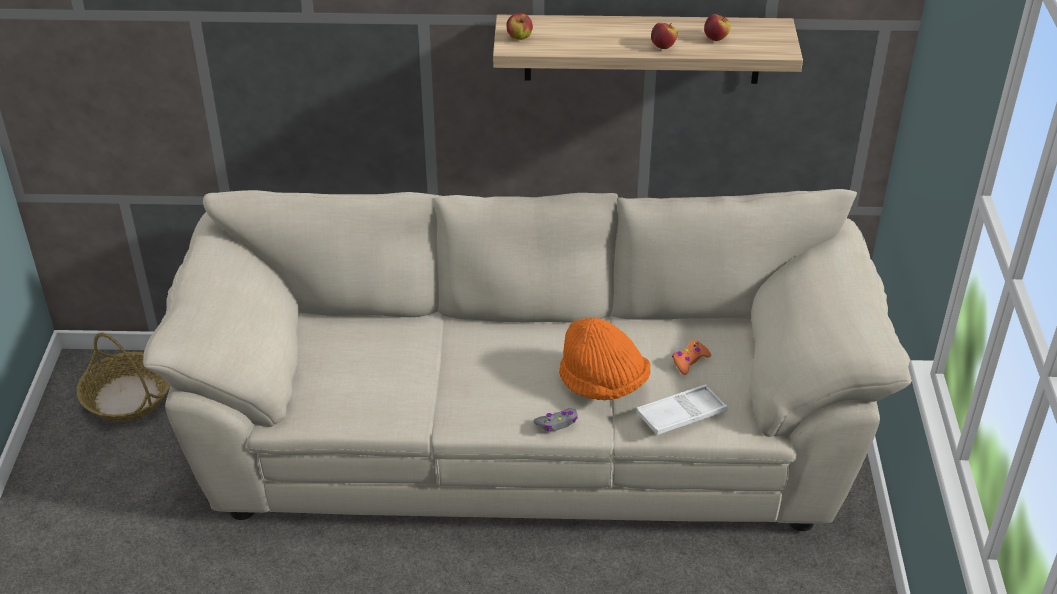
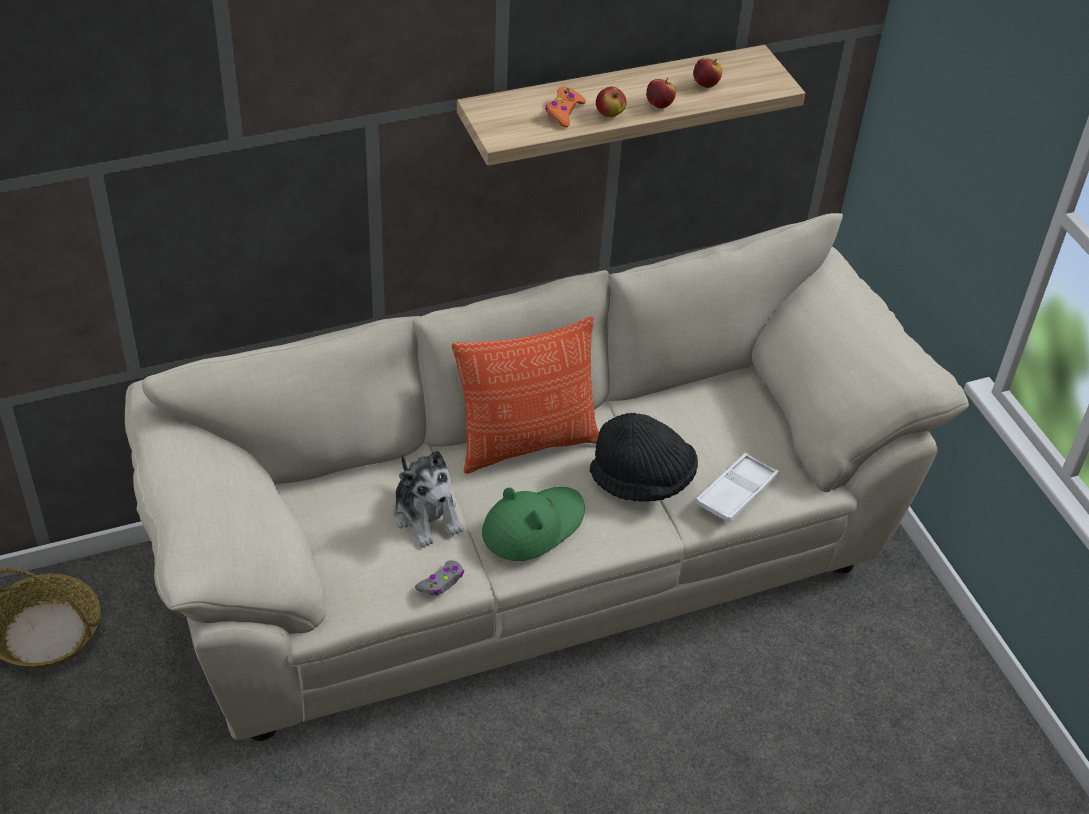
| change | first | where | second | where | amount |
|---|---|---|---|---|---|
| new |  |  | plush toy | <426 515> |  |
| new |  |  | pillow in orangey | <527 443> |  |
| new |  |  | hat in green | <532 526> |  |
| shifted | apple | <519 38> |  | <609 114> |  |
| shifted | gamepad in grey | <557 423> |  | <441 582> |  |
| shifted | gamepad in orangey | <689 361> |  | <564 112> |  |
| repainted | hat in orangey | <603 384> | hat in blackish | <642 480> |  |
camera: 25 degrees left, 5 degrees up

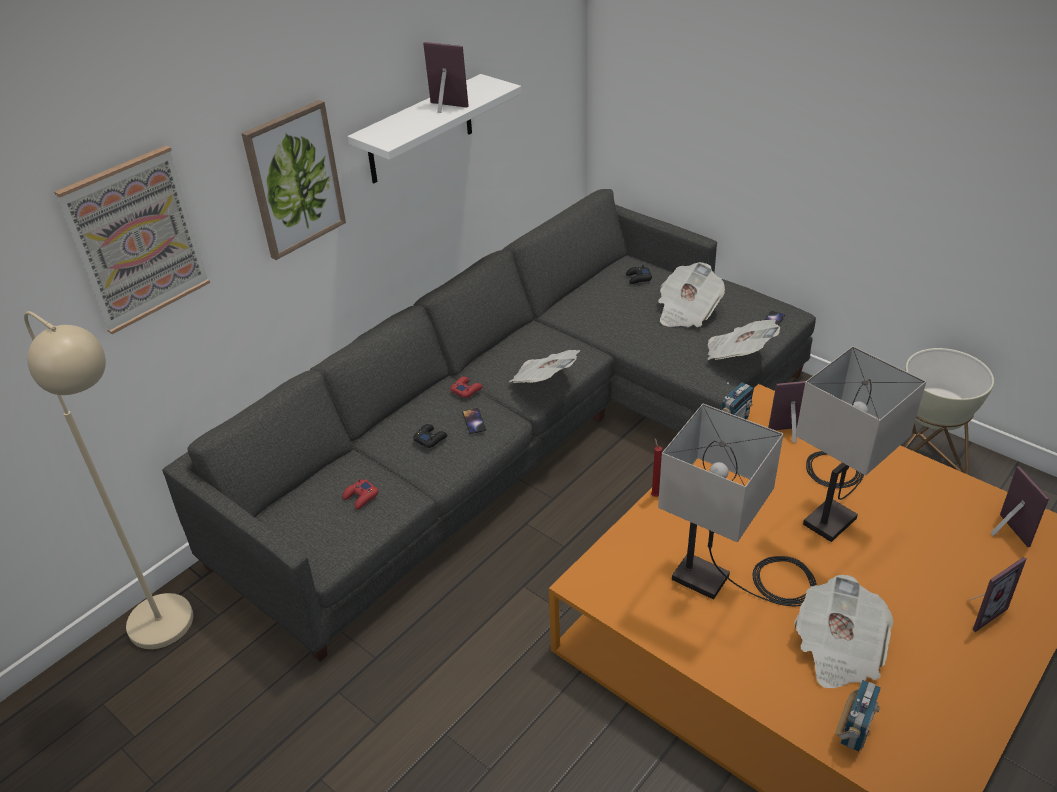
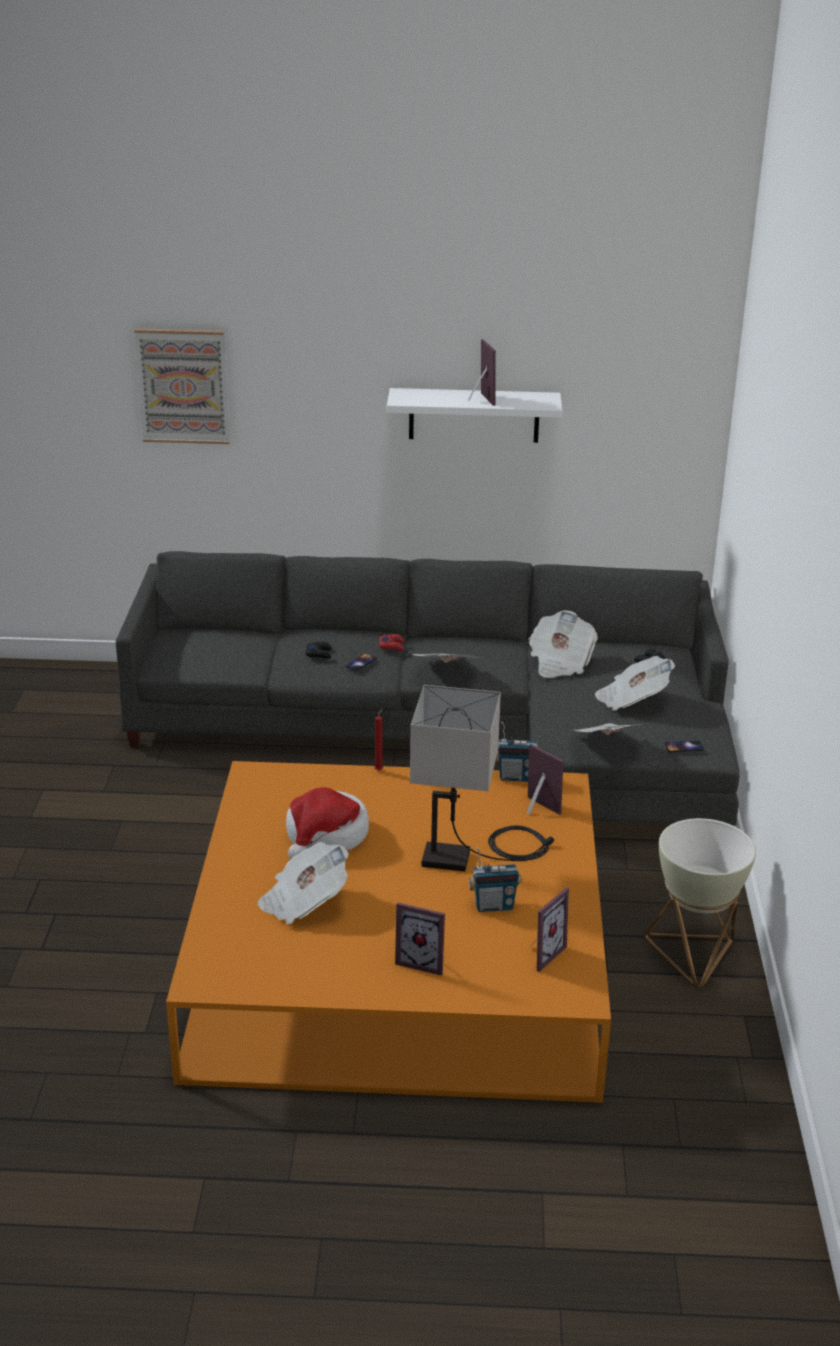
| change | first | where | second | where | amount |
|---|---|---|---|---|---|
| gone | standard lamp in beige-coloured | <173 633> |  |  |  |
| gone | picture | <294 180> |  |  |  |
| gone | gamepad in red-coloured | <361 497> |  |  |  |
| new |  |  | printed paper | <560 662> |  |
| shifted | radio | <854 731> |  | <493 906> |  |
| swapped | tabletop lamp | <736 581> | hat | <325 836> |  |
camera: 50 degrees right, 10 degrees down

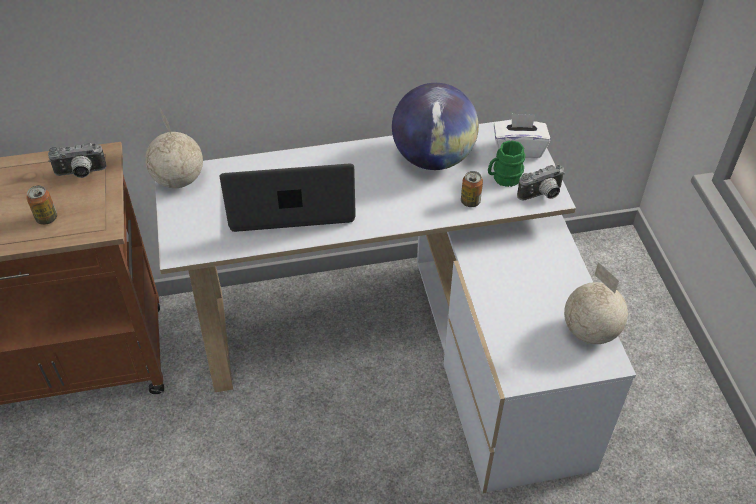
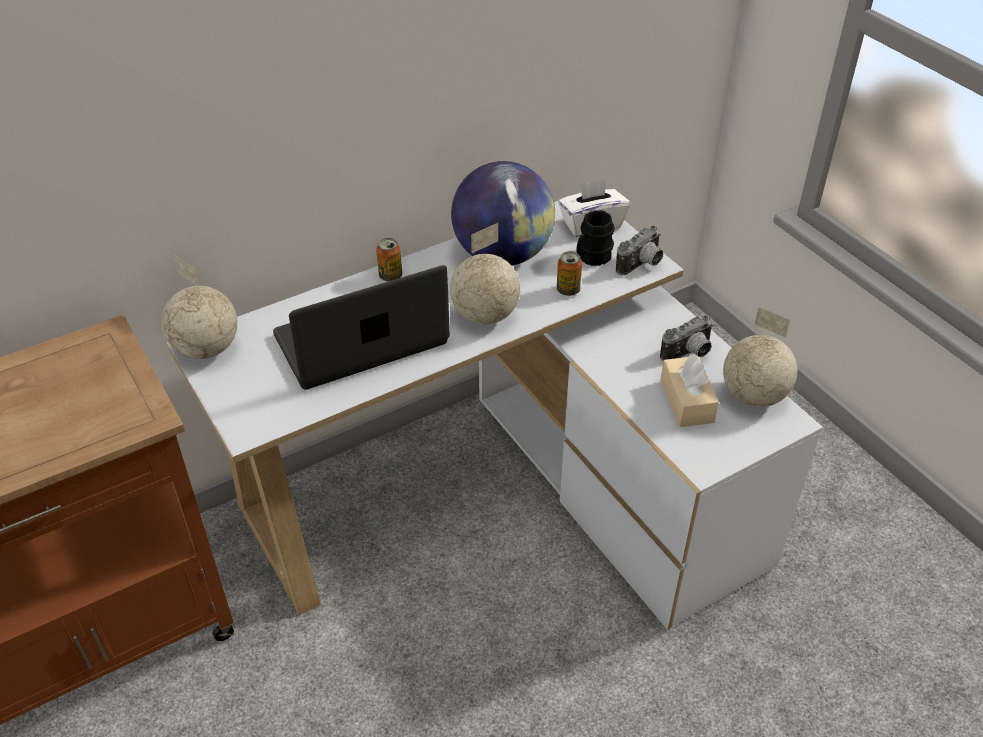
| change | first | where | second | where | amount |
|---|---|---|---|---|---|
| new |  |  | world globe | <486 316> |  |
| new |  |  | tissue box in beige-coloured | <686 401> |  |
| shifted | sealed can | <47 218> |  | <390 276> |  |
| shifted | still camera | <80 173> |  | <689 354> |  |
| repainted | coffee mug in green | <503 178> | coffee mug in blackish | <591 257> |  |
camera: 20 degrees left, 5 degrees down

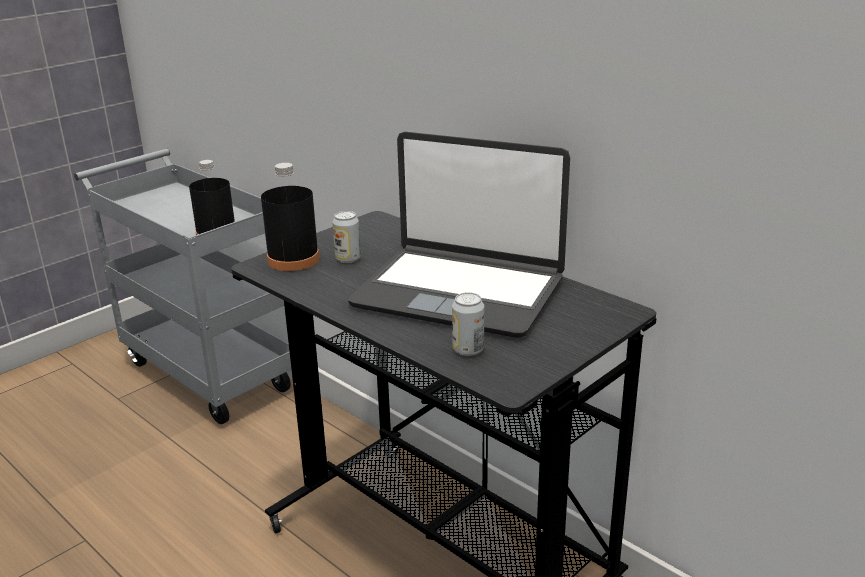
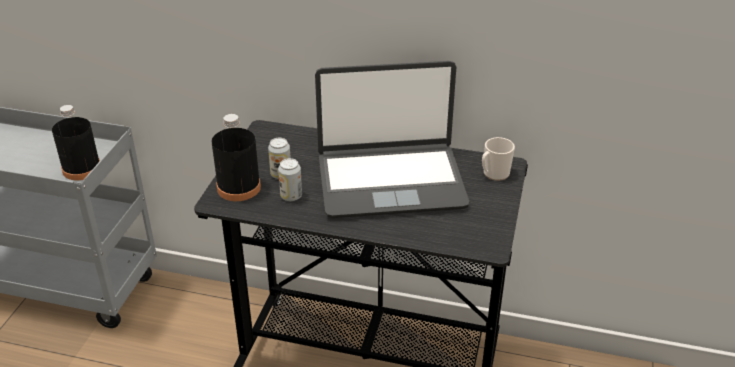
| change | first | where | second | where | amount |
|---|---|---|---|---|---|
| new |  |  | coffee mug | <494 174> |  |
| shifted | sealed can | <468 350> |  | <291 196> |  |
camera: 30 degrees left, 10 degrees up

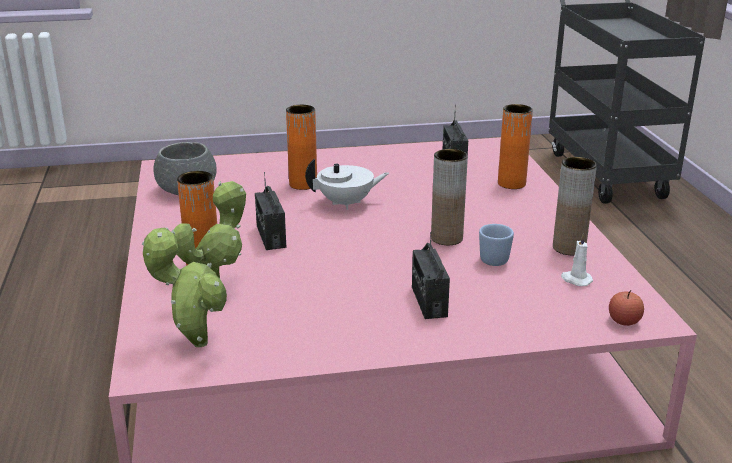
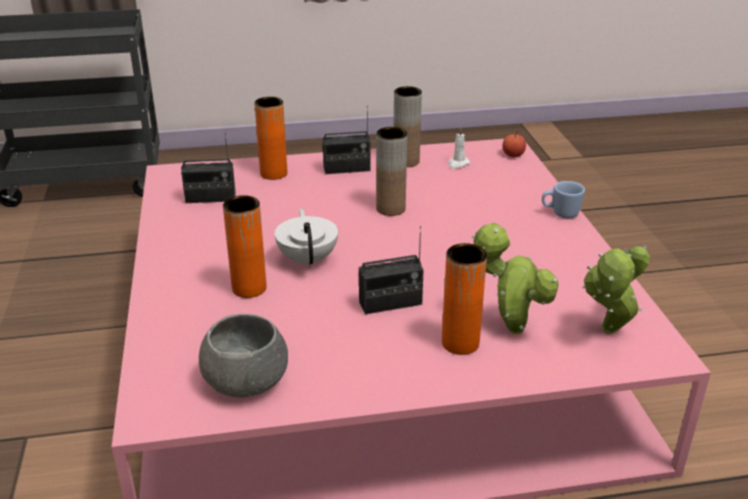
| change | first | where | second | where | amount |
|---|---|---|---|---|---|
| shifted | radio | <428 302> |  | <346 169> |  |
| shifted | coffee mug in blue | <494 258> |  | <560 214> |  |
camera: 90 degrees left, 5 degrees up

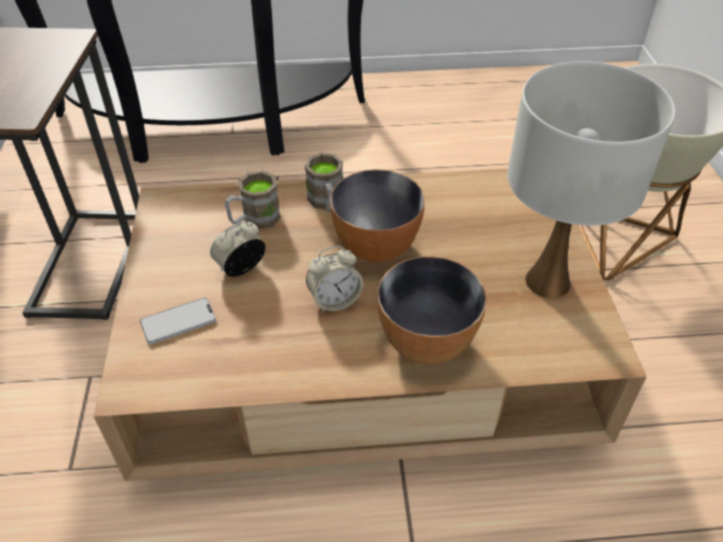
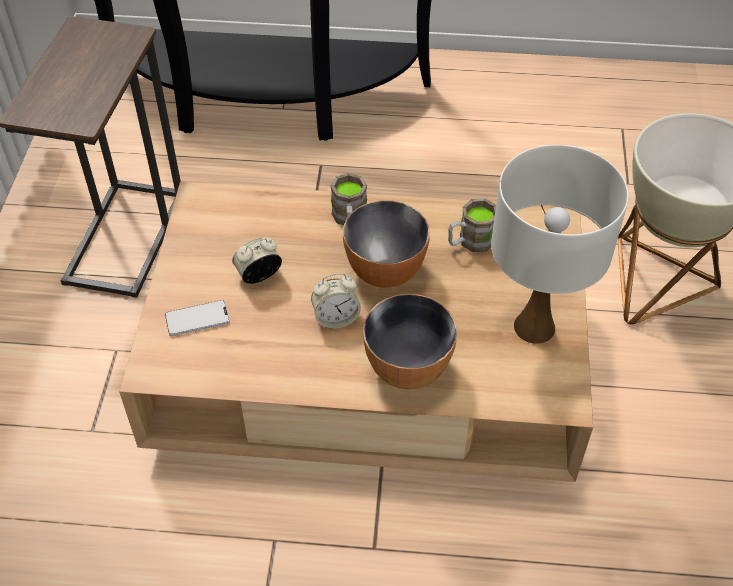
| change | first | where | second | where | amount |
|---|---|---|---|---|---|
| shifted | coffee mug in brownish | <254 219> |  | <470 242> |  |
camera: 10 degrees right, 5 degrees up

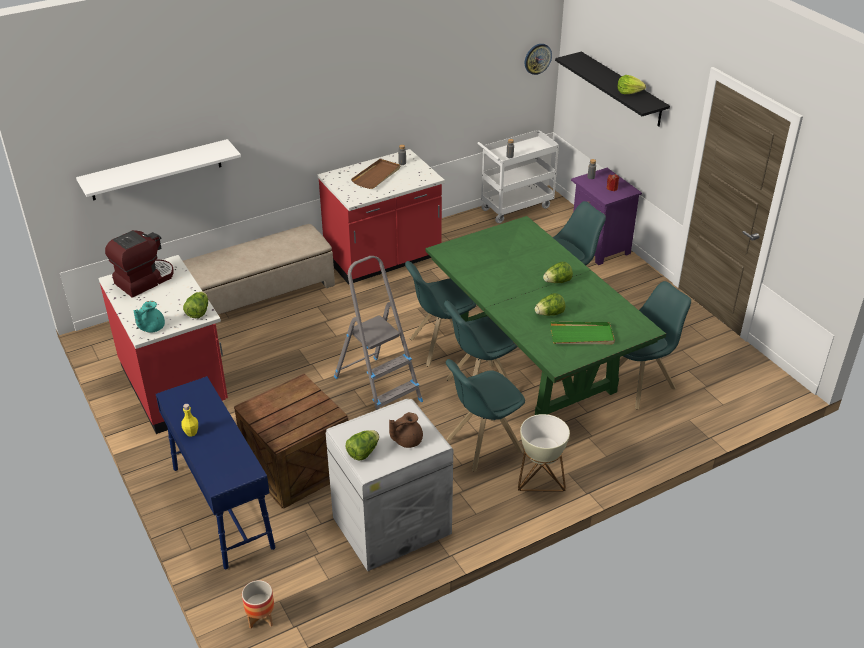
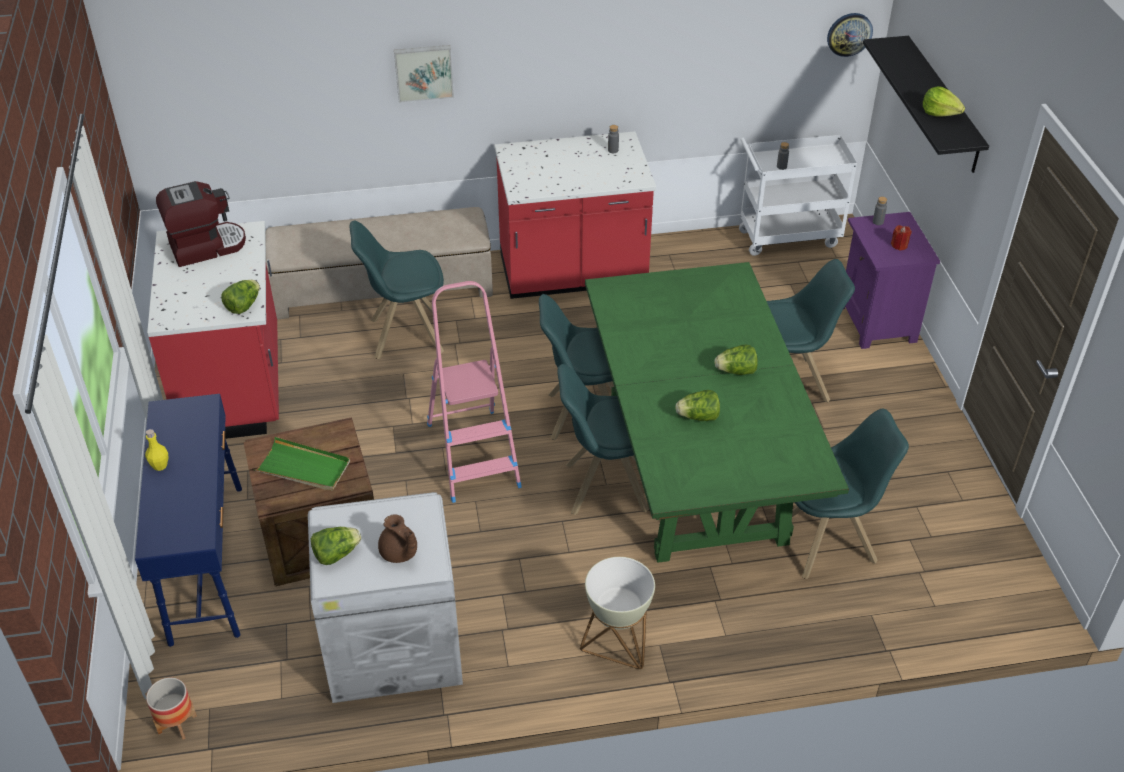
| change | first | where | second | where | amount |
|---|---|---|---|---|---|
| gone | wall shelf in whitish | <156 170> |  |  |  |
| gone | teapot in turquoise | <151 328> |  |  |  |
| gone | serving tray in brownish | <377 176> |  |  |  |
| new |  |  | picture | <423 72> |  |
| shifted | chair in turquoise | <483 445> |  | <405 335> |  |
| shifted | serving tray in green | <582 336> |  | <303 467> |  |
| repainted | stepladder in grey | <378 389> | stepladder in pinkish | <473 455> |  |
| rotated | teapot in brownish | <407 440> |  | <399 553> | 120 degrees counterclockwise |
camera: 20 degrees right, 5 degrees up

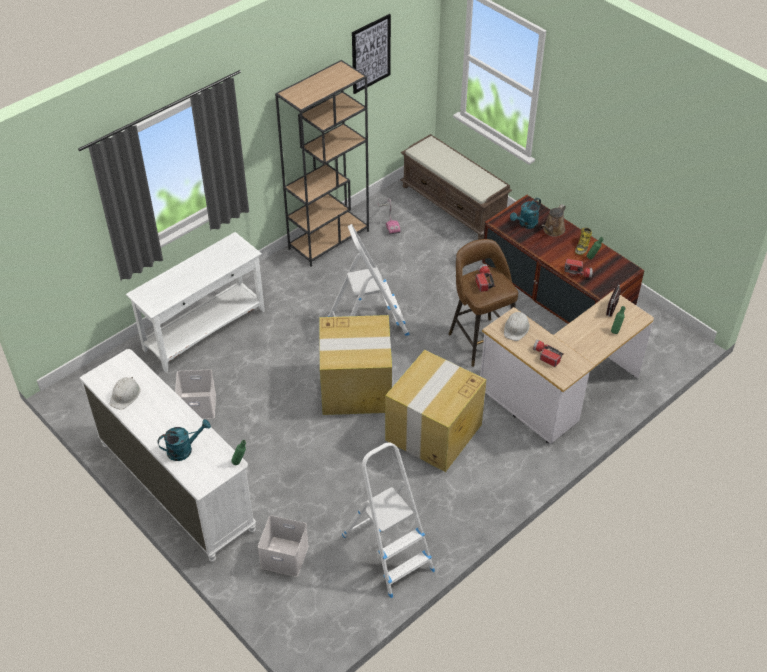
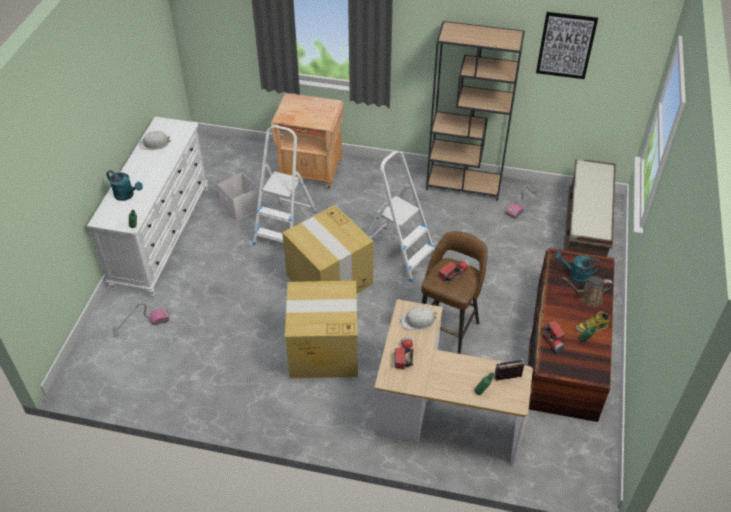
| change | first | where | second | where | amount |
|---|---|---|---|---|---|
| shifted | stepladder in whitish | <388 553> |  | <285 228> |  |
| swapped | console table in whitish | <205 329> | wheeled cart in brownish | <311 172> |  |
| swapped | storage bin in whitish | <283 557> | hoover | <141 324> |  |
camera: 55 degrees right, 0 degrees up

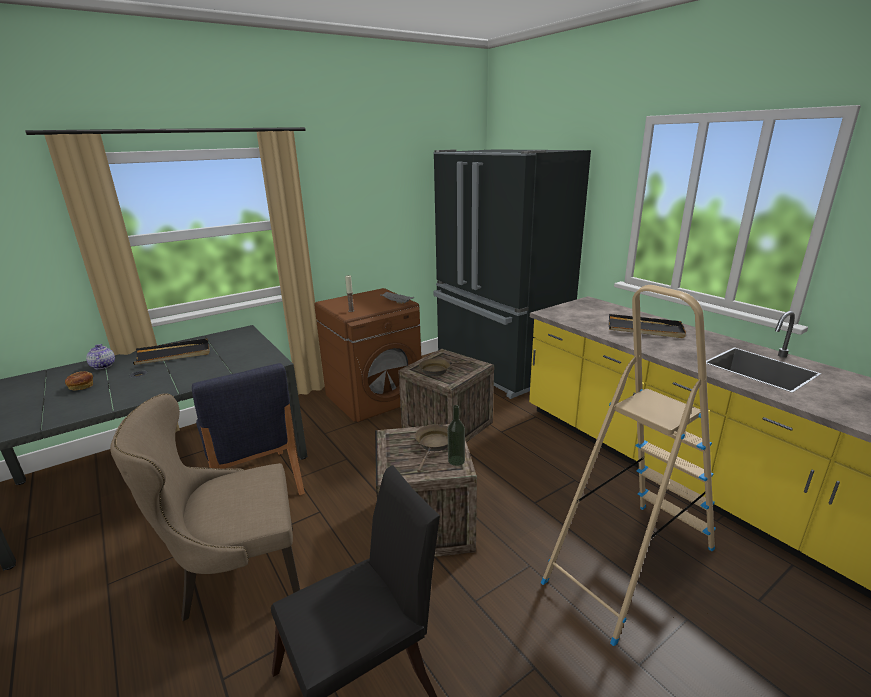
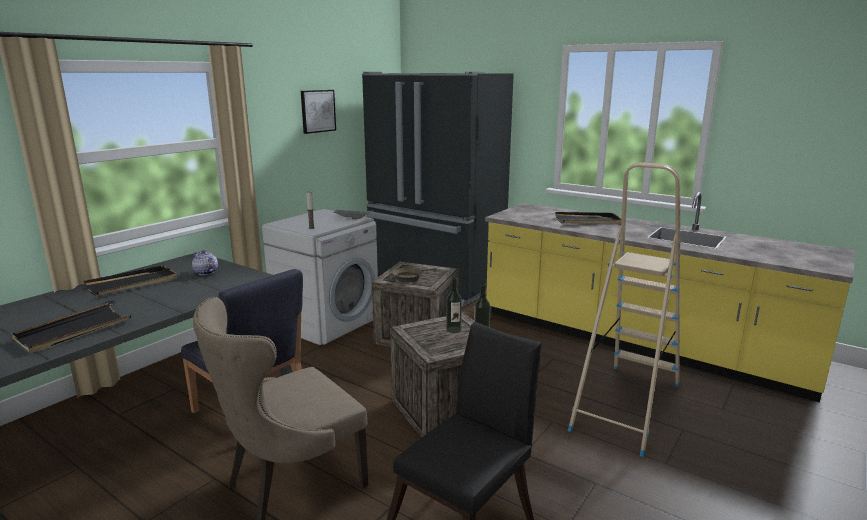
| change | first | where | second | where | amount |
|---|---|---|---|---|---|
| gone | bread | <81 386> |  |  |  |
| new |  |  | serving tray in blackish | <73 331> |  |
| new |  |  | picture | <317 111> |  |
| shifted | teapot | <102 366> |  | <205 272> |  |
| swapped | skillet in brownish | <434 445> | bottle | <453 329> |  |
| repainted | laundry appliance in brownish | <376 397> | laundry appliance in whitish | <329 321> |  |
camera: 20 degrees left, 5 degrees down

